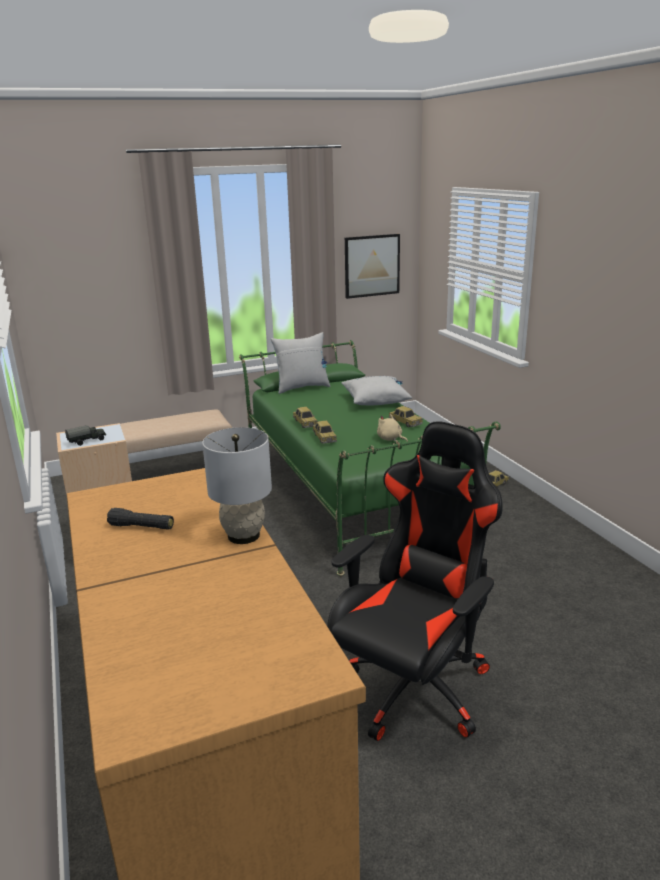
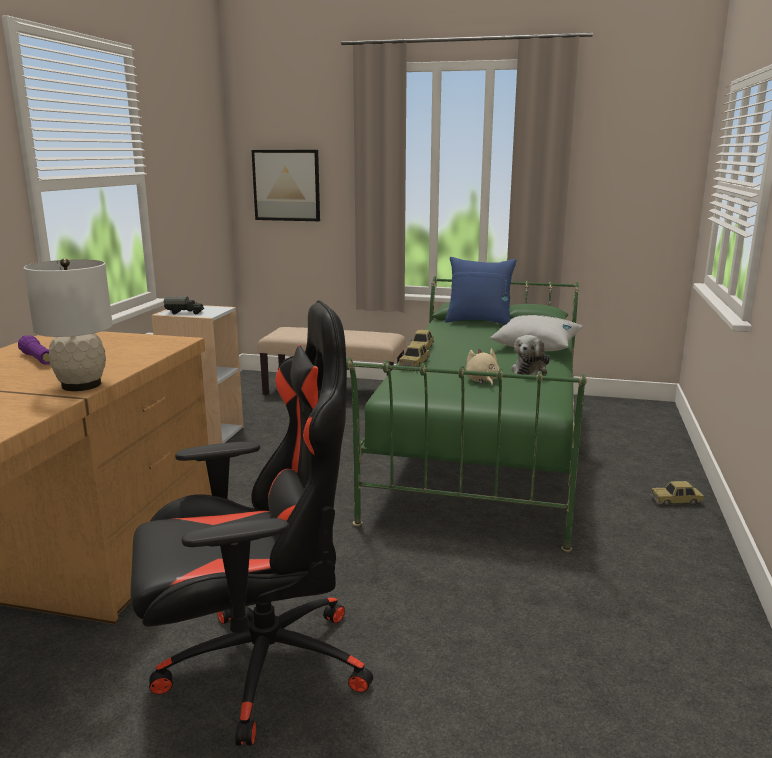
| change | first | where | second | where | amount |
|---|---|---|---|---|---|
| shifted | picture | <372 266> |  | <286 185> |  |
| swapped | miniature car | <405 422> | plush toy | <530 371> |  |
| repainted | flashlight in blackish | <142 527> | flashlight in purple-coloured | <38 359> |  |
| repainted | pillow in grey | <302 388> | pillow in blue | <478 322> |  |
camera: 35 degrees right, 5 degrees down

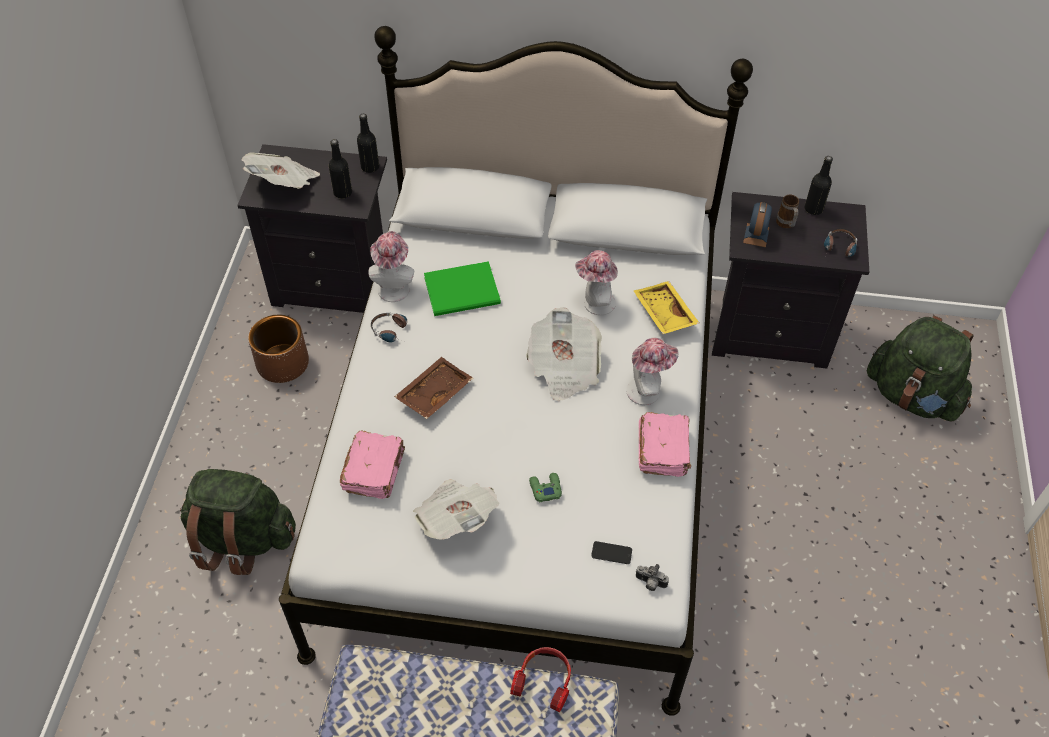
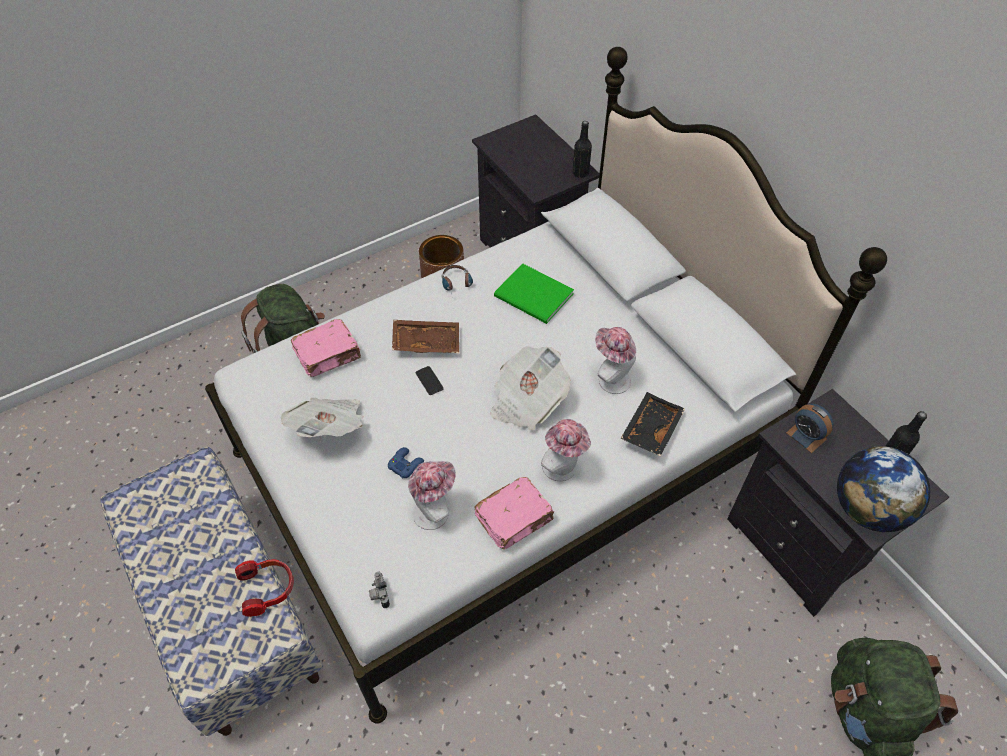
| change | first | where | second | where | amount |
|---|---|---|---|---|---|
| gone | printed paper | <284 184> |  |  |  |
| gone | bottle in blackish | <343 193> |  |  |  |
| gone | coffee mug | <786 225> |  |  |  |
| shifted | hat | <394 286> |  | <434 510> |  |
| shifted | handset | <611 553> |  | <429 381> |  |
| swapped | headphones | <838 250> | world globe | <868 509> |  |
| repainted | gamepad in green | <545 489> | gamepad in blue | <406 464> |  |
| repainted | serving tray in yellow | <663 314> | serving tray in blackish | <650 428> |  |
| rotated | bedside clock | <756 235> |  | <806 436> | 105 degrees counterclockwise |
camera: 50 degrees right, 0 degrees up

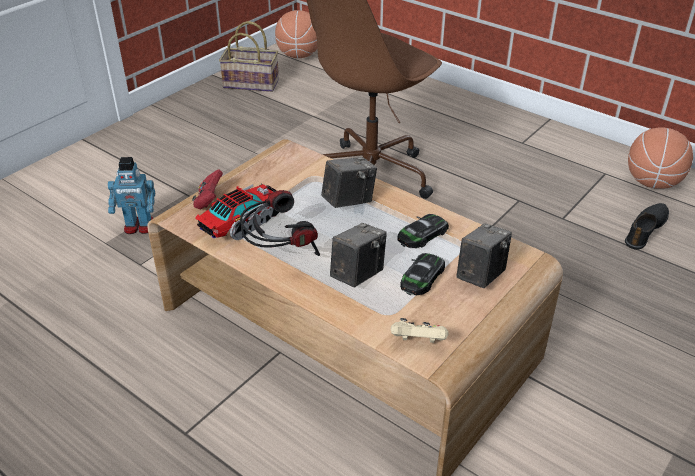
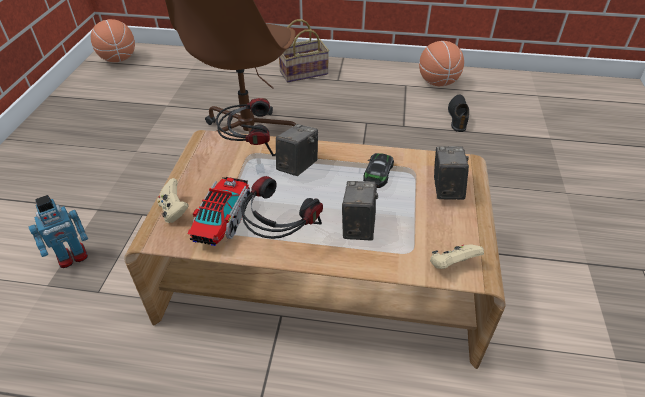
| change | first | where | second | where | amount |
|---|---|---|---|---|---|
| gone | miniature car | <422 278> |  |  |  |
| new |  |  | headphones | <250 149> |  |
| shifted | storage basket | <252 83> |  | <304 72> |  |
| repainted | gamepad in red-coloured | <209 201> | gamepad in beige-coloured | <174 211> |  |
camera: 30 degrees left, 5 degrees up

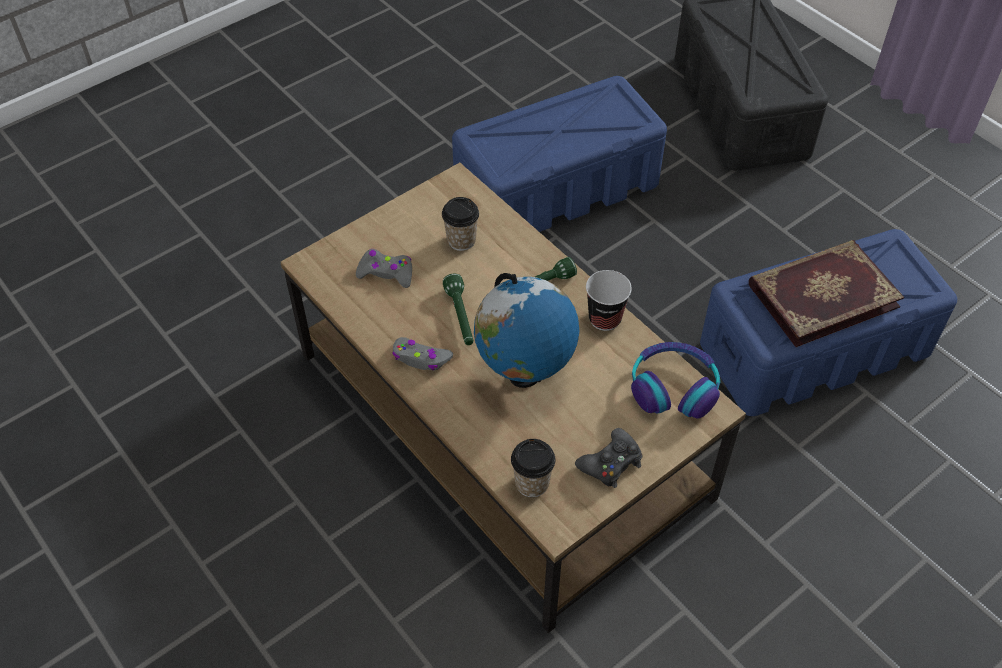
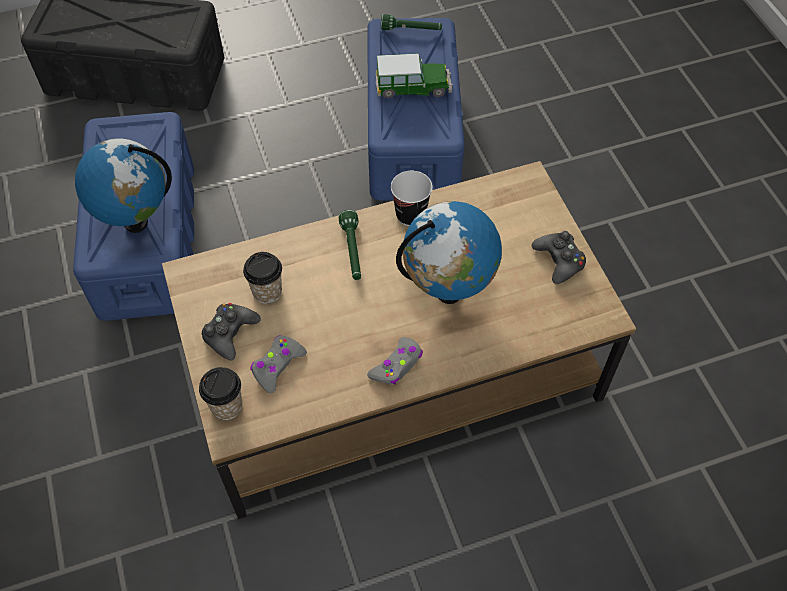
| change | first | where | second | where | amount |
|---|---|---|---|---|---|
| gone | headphones | <673 387> |  |  |  |
| new |  |  | world globe | <136 221> |  |
| new |  |  | gamepad in blackish | <230 333> |  |
| shifted | flashlight in green | <460 317> |  | <411 30> |  |
| shifted | small cup | <532 483> |  | <226 406> |  |
| swapped | book | <821 294> | miniature car | <413 87> |  |
camera: 70 degrees left, 5 degrees up

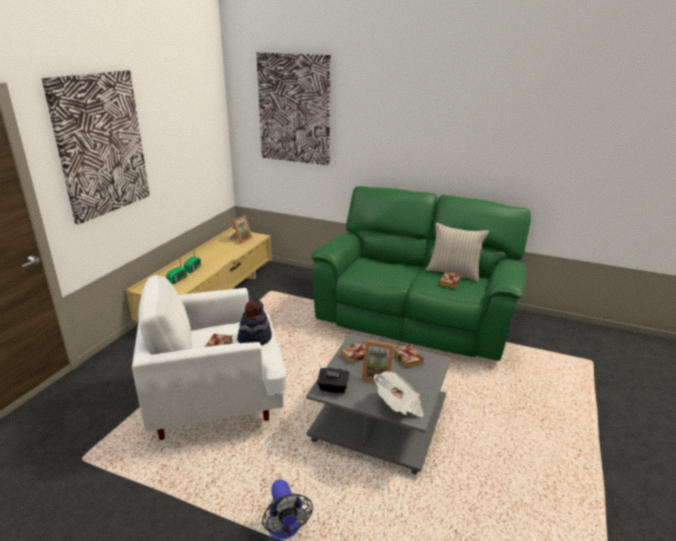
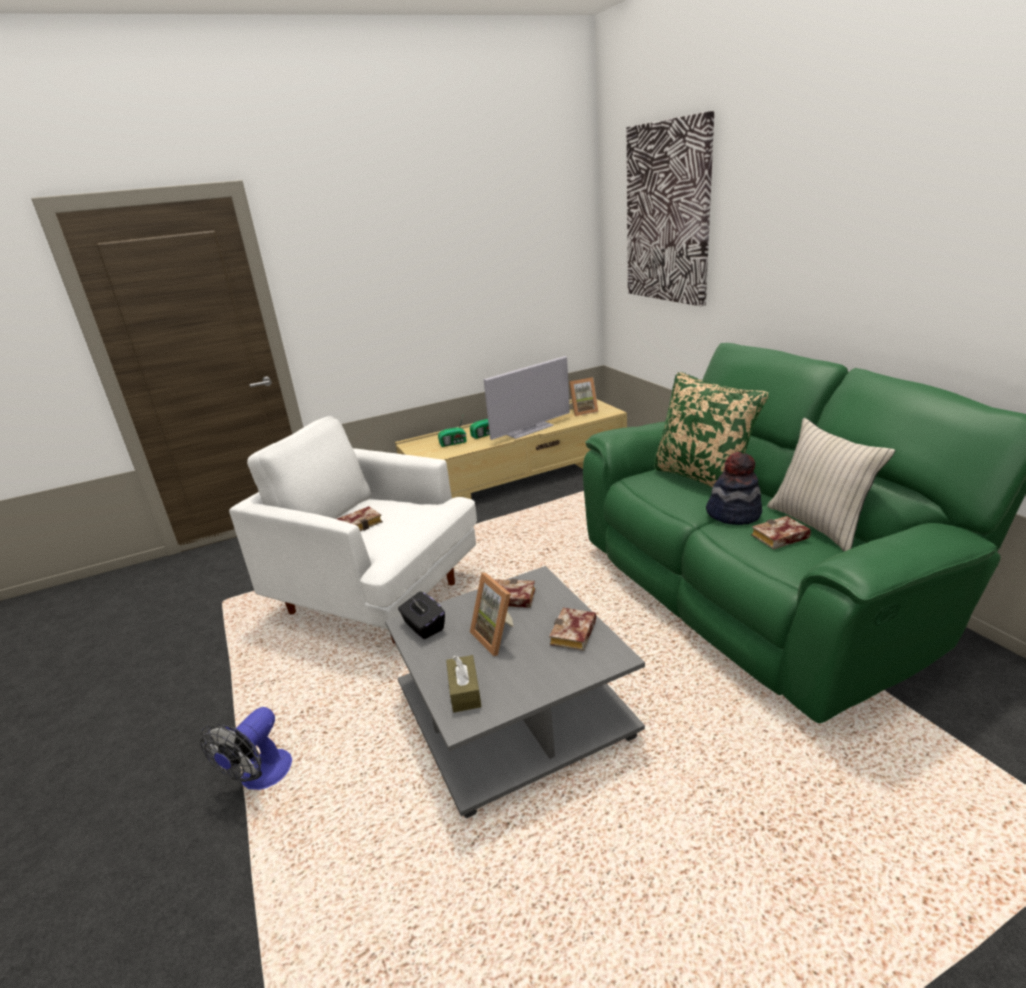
| change | first | where | second | where | amount |
|---|---|---|---|---|---|
| gone | picture | <101 145> |  |  |  |
| new |  |  | TV | <529 430> |  |
| new |  |  | pillow in green | <702 480> |  |
| shifted | hat | <255 338> |  | <733 514> |  |
| swapped | printed paper | <399 405> | tissue box in brownish | <464 691> |  |
camera: 45 degrees right, 0 degrees up

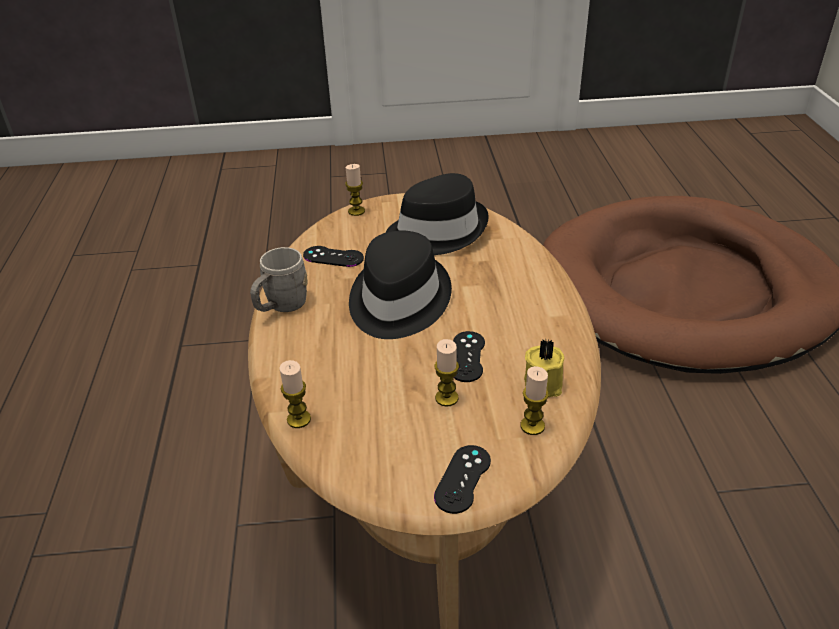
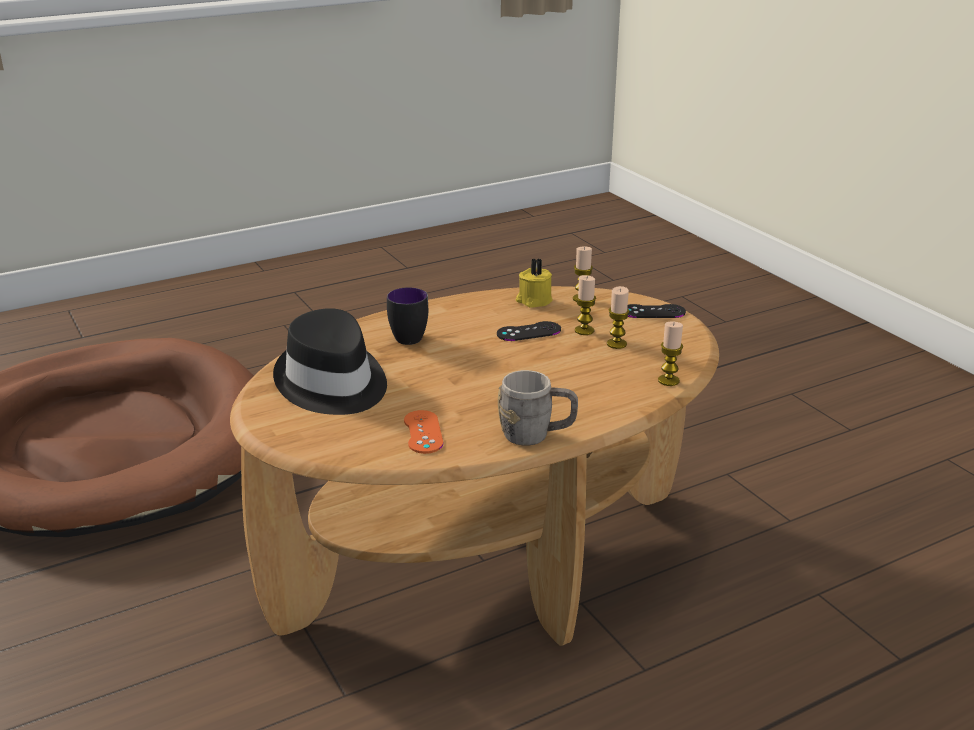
| change | first | where | second | where | amount |
|---|---|---|---|---|---|
| gone | hat in blackish | <397 301> |  |  |  |
| new |  |  | coffee mug | <412 336> |  |
| shifted | wax candle | <356 211> |  | <616 344> |  |
| repainted | gamepad in blackish | <333 257> | gamepad in orangey | <423 432> |  |
camera: 115 degrees left, 10 degrees down

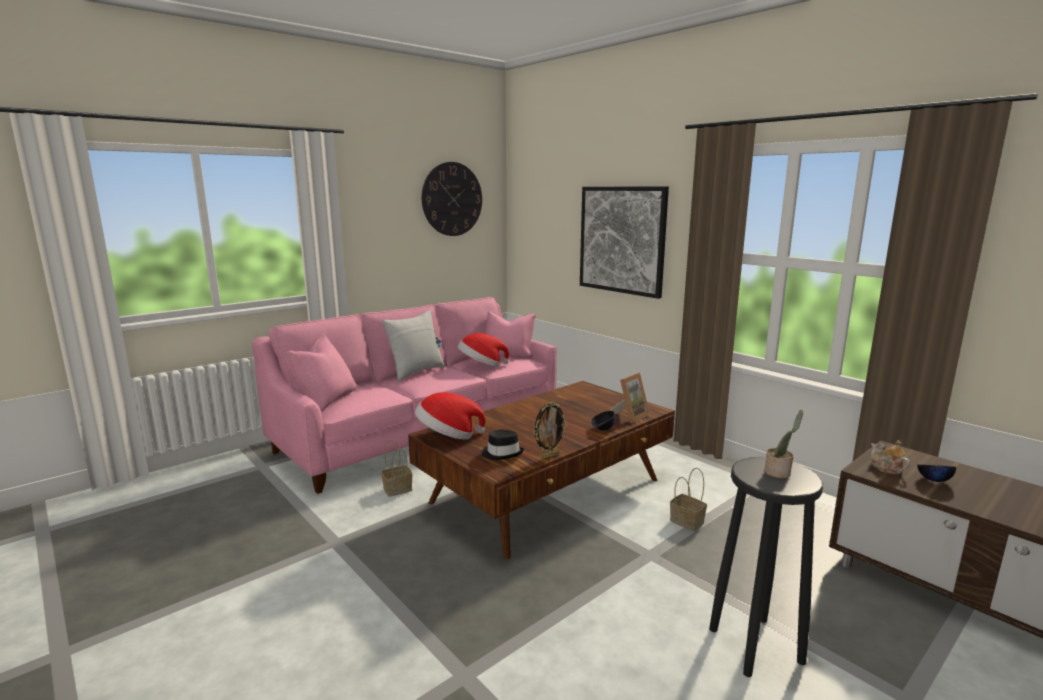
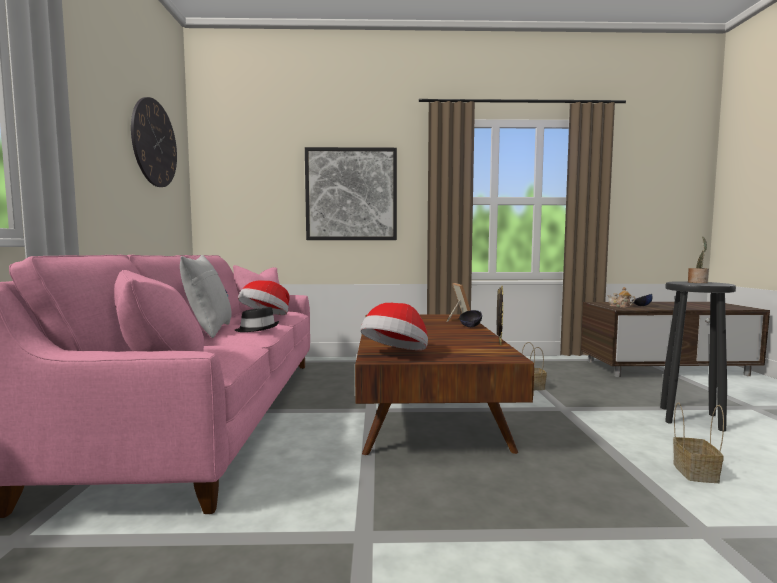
| change | first | where | second | where | amount |
|---|---|---|---|---|---|
| shifted | storage basket | <398 489> |  | <693 472> |  |
| shifted | hat in blackish | <502 453> |  | <257 329> |  |
camera: 50 degrees left, 10 degrees down

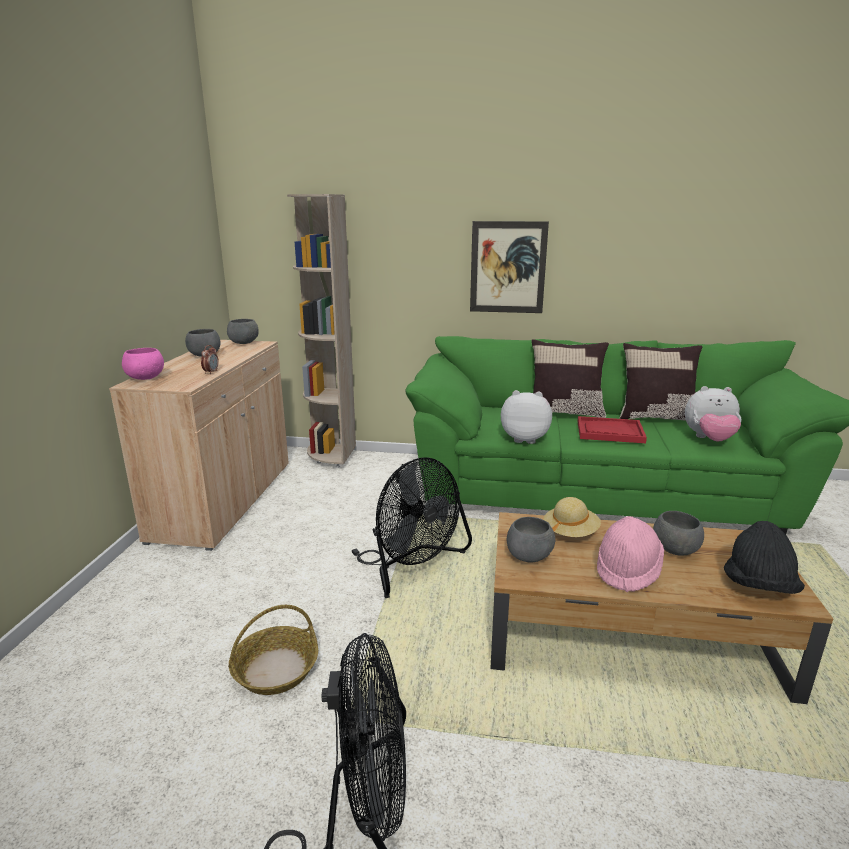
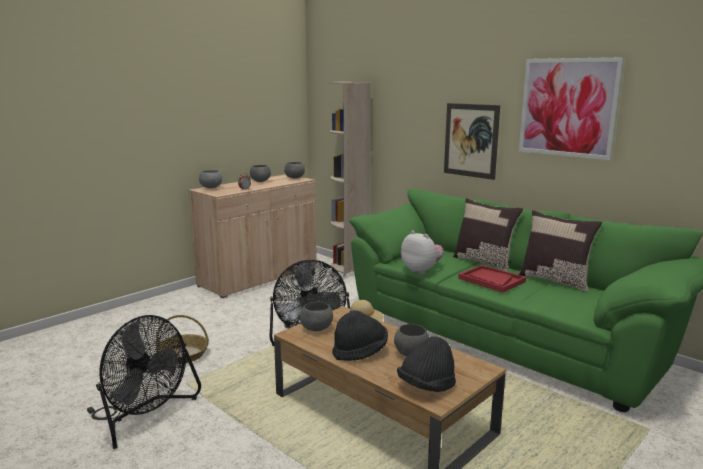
| change | first | where | second | where | amount |
|---|---|---|---|---|---|
| gone | plush toy | <709 439> |  |  |  |
| new |  |  | picture | <567 107> |  |
| repainted | deep dish in pinkish | <146 378> | deep dish in grey | <211 188> |  |
| repainted | hat in pinkish | <627 570> | hat in blackish | <360 352> |  |
camera: 35 degrees right, 5 degrees down

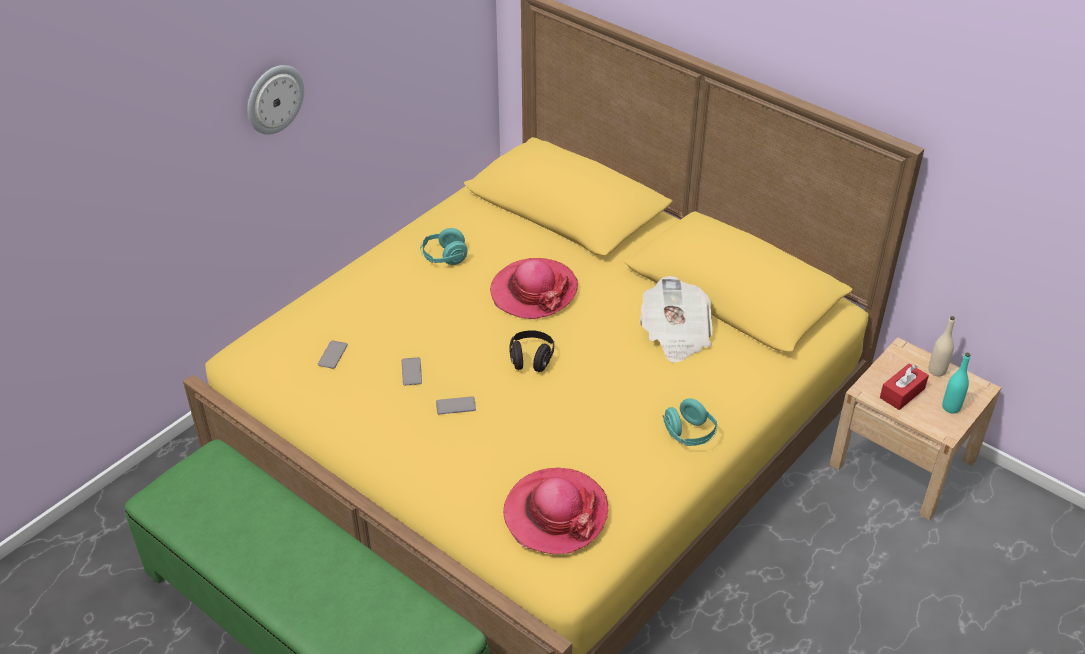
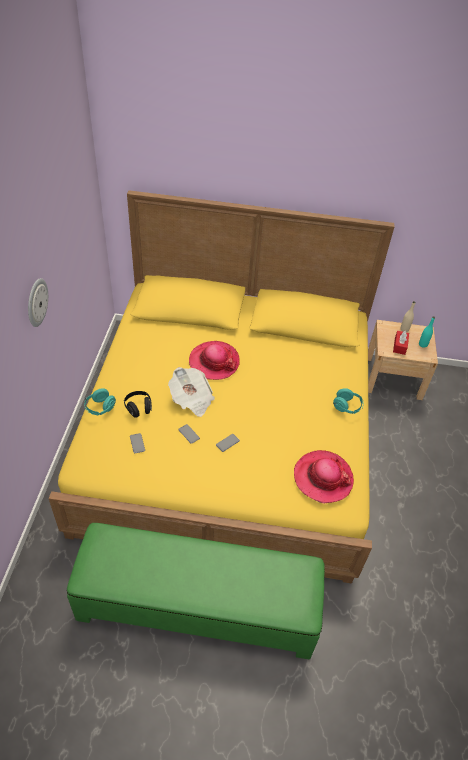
| change | first | where | second | where | amount |
|---|---|---|---|---|---|
| shifted | headphones in turquoise | <444 257> |  | <100 408> |  |
| shifted | headphones in blackish | <531 359> |  | <138 408> |  |
| shifted | printed paper | <675 335> |  | <191 399> |  |
camera: 35 degrees left, 5 degrees up

